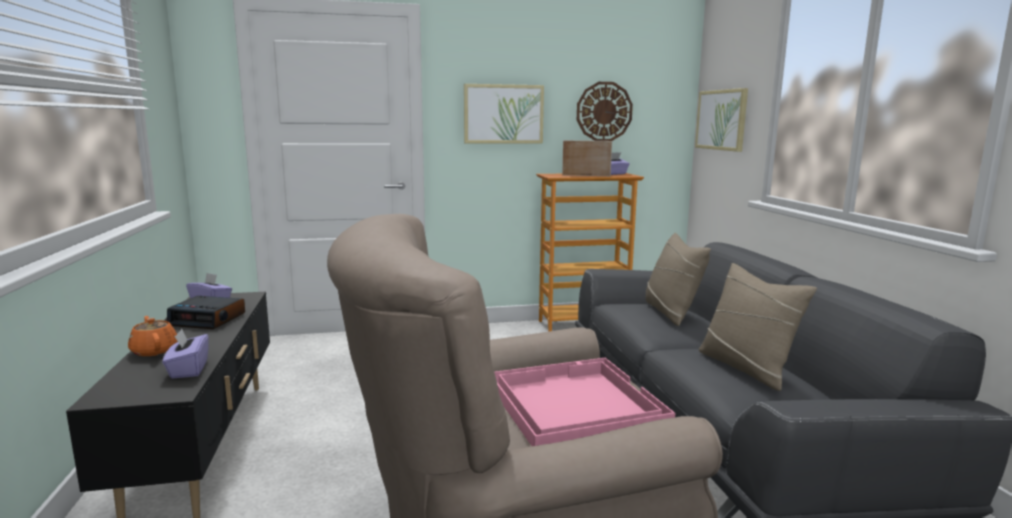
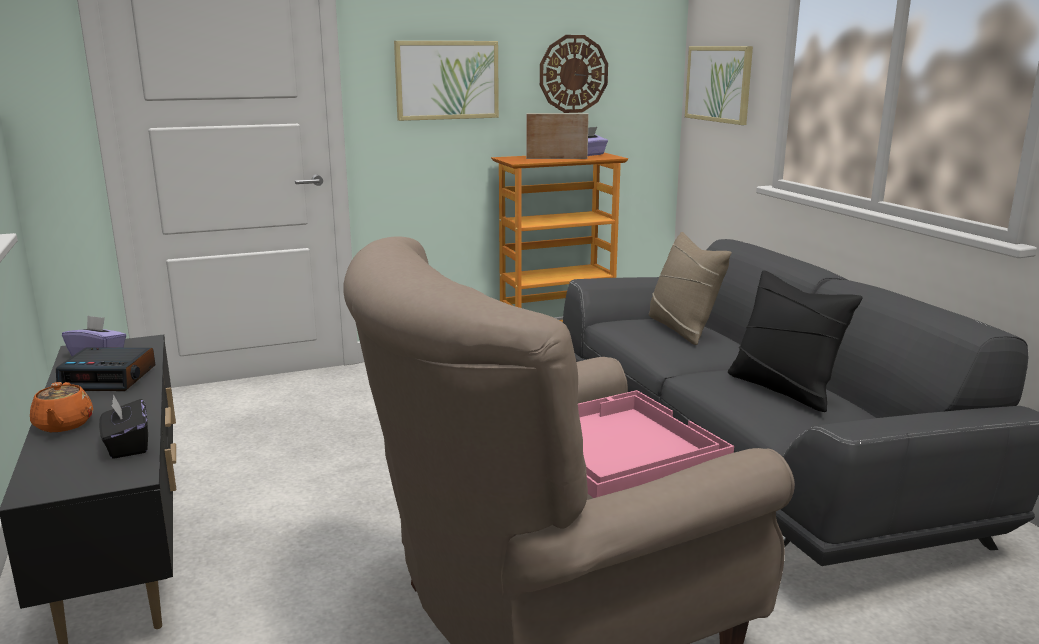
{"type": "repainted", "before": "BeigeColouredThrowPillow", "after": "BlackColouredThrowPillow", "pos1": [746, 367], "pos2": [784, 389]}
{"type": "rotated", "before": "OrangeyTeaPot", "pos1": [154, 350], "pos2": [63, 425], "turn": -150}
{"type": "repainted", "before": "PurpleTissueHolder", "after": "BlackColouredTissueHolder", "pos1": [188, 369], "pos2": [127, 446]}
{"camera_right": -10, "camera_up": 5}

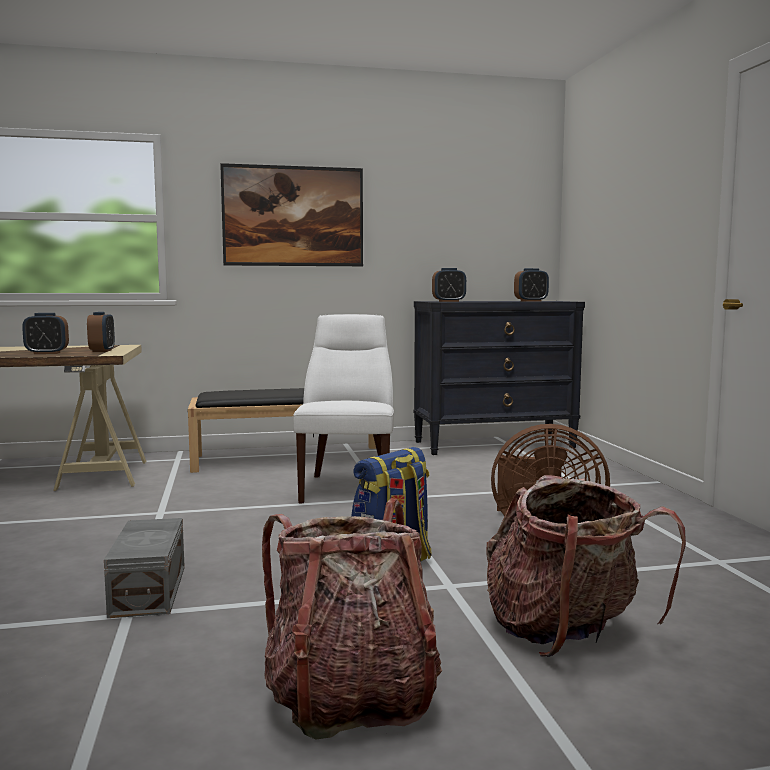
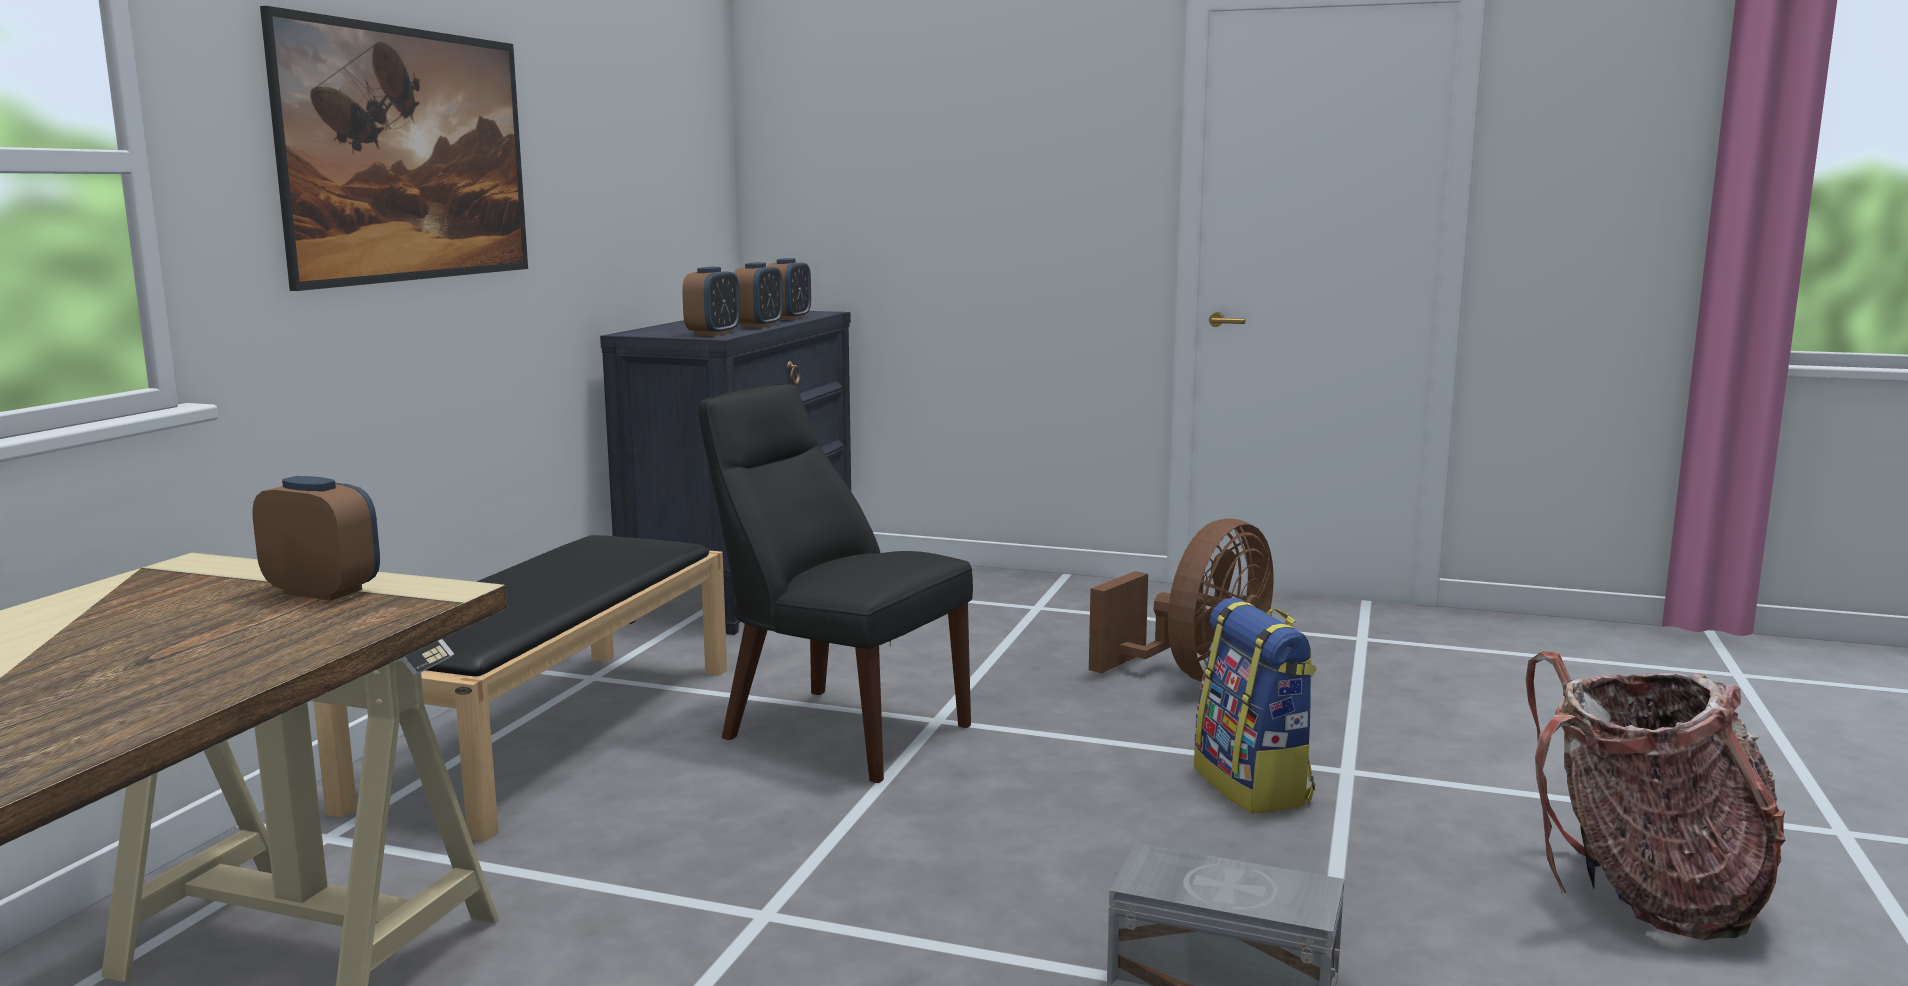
{"type": "shifted", "before": "BedsideClock", "pos1": [47, 353], "pos2": [759, 326]}
{"type": "repainted", "before": "WhiteColouredChair", "after": "BlackColouredChair", "pos1": [348, 487], "pos2": [836, 730]}
{"type": "gone", "before": "Backpack", "pos1": [566, 633]}
{"camera_right": -60, "camera_up": 5}

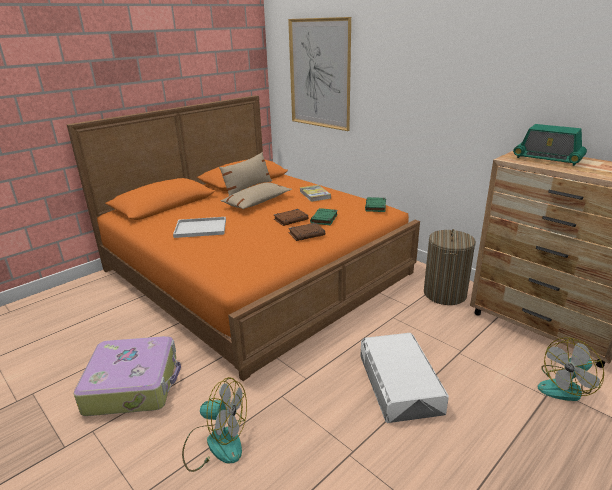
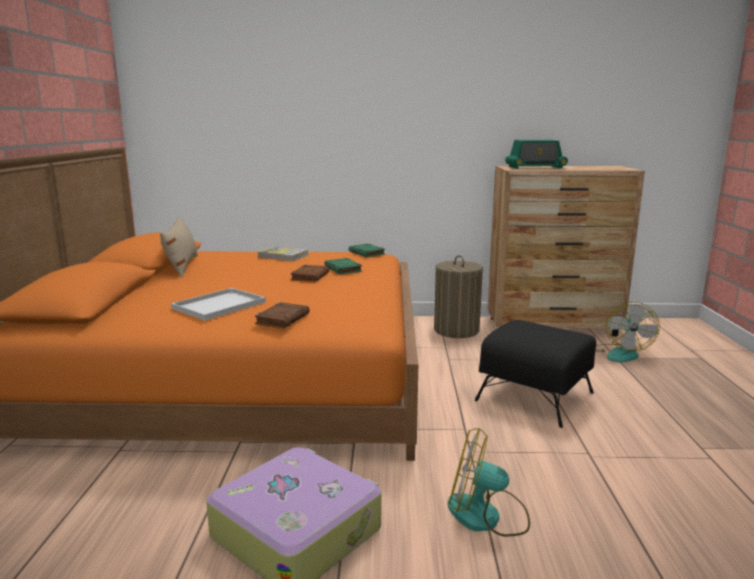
{"type": "gone", "before": "Picture", "pos1": [319, 74]}
{"type": "gone", "before": "BeigeColouredThrowPillow", "pos1": [257, 202]}
{"type": "shifted", "before": "BrownColouredBook", "pos1": [307, 234], "pos2": [282, 319]}
{"type": "swapped", "before": "WhiteColouredStorageBox", "after": "BlackColouredFootrest", "pos1": [400, 383], "pos2": [535, 397]}
{"type": "rotated", "before": "CoolingFan", "pos1": [215, 443], "pos2": [486, 516], "turn": -135}
{"camera_right": -45, "camera_up": -10}

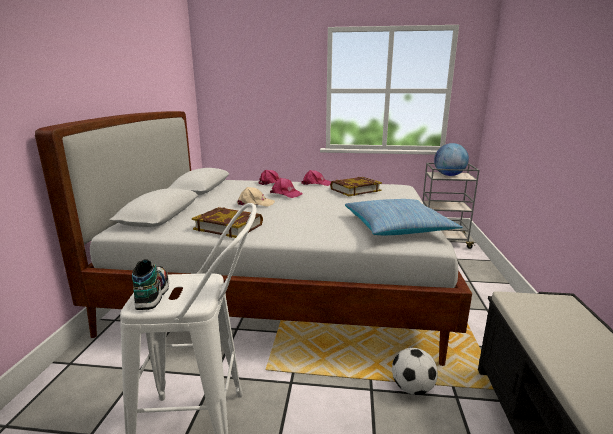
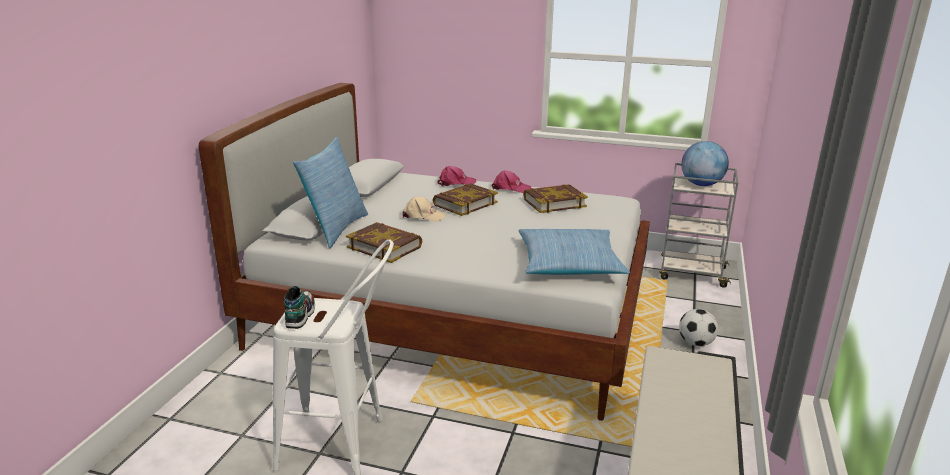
{"type": "swapped", "before": "PinkColouredCap", "after": "Book", "pos1": [286, 194], "pos2": [465, 203]}
{"type": "shifted", "before": "Football", "pos1": [412, 388], "pos2": [696, 343]}
{"type": "new", "after": "ThrowPillow", "pos2": [335, 229]}
{"camera_right": 10, "camera_up": 5}

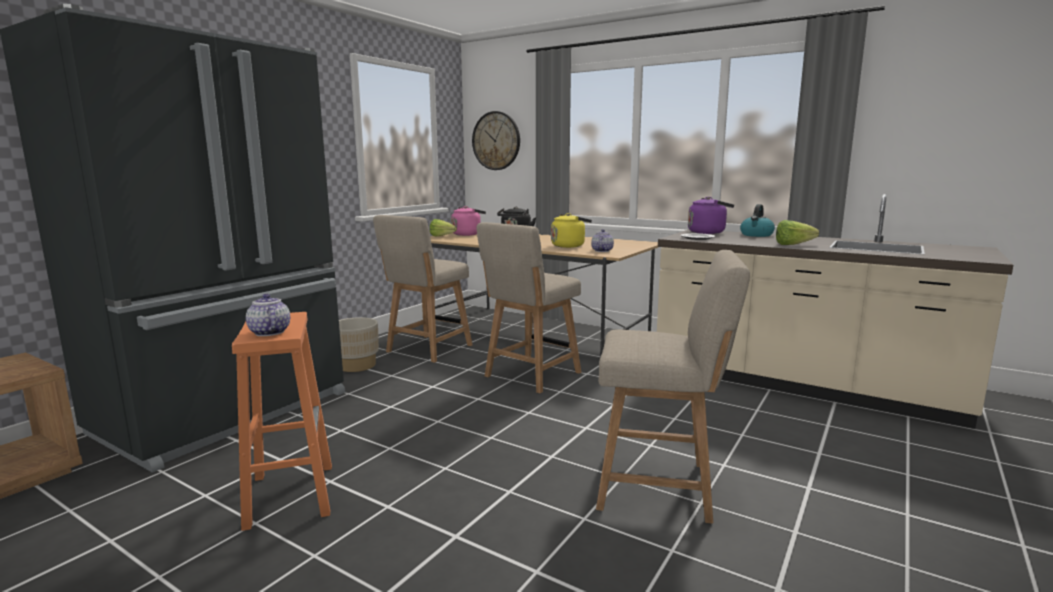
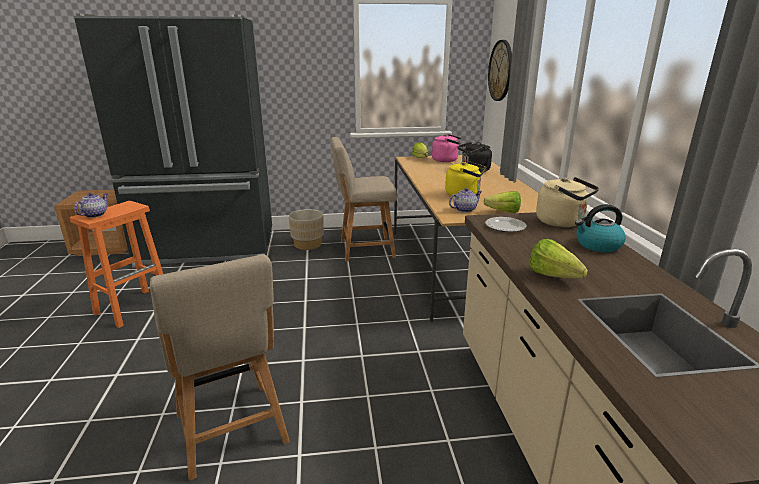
{"type": "repainted", "before": "PurpleTeaKettle", "after": "BeigeColouredTeaKettle", "pos1": [708, 232], "pos2": [562, 222]}
{"type": "gone", "before": "BeigeColouredChair", "pos1": [530, 376]}
{"type": "new", "after": "LettuceHead", "pos2": [500, 212]}
{"camera_right": 50, "camera_up": 10}

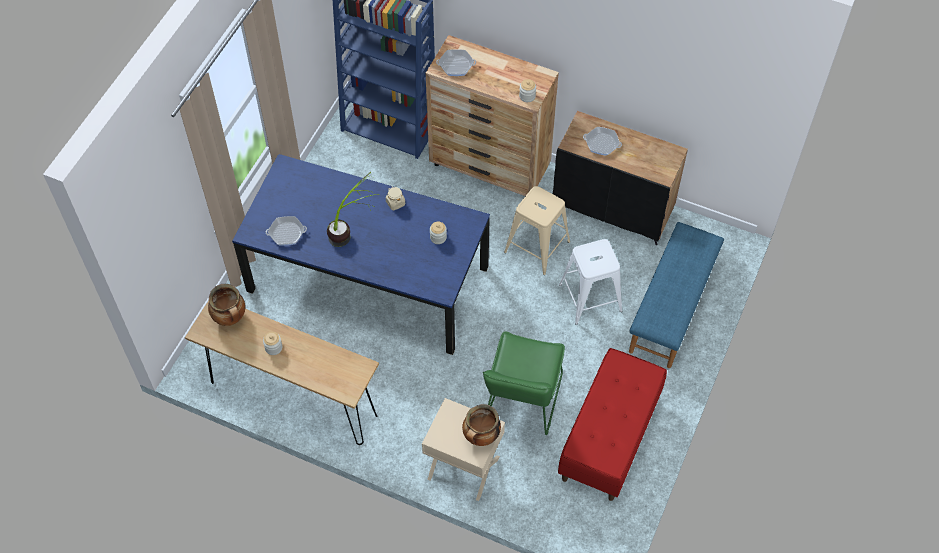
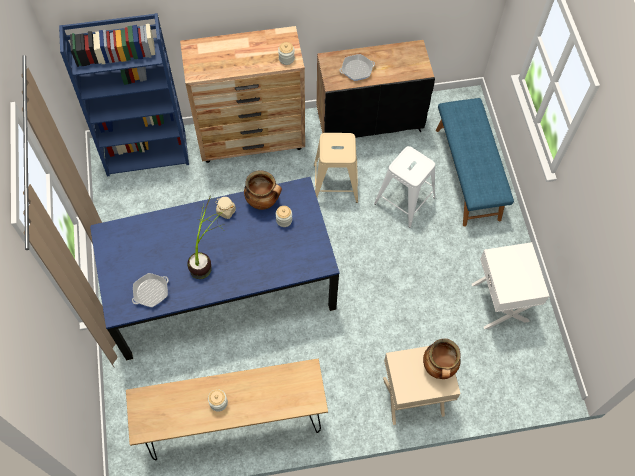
{"type": "gone", "before": "FryingPan", "pos1": [456, 65]}
{"type": "shifted", "before": "Saucepot", "pos1": [230, 318], "pos2": [263, 201]}
{"type": "gone", "before": "GreenChair", "pos1": [521, 402]}
{"type": "swapped", "before": "RedIndoorBench", "after": "WhiteColouredNightTable", "pos1": [609, 438], "pos2": [501, 302]}
{"camera_right": -35, "camera_up": 5}

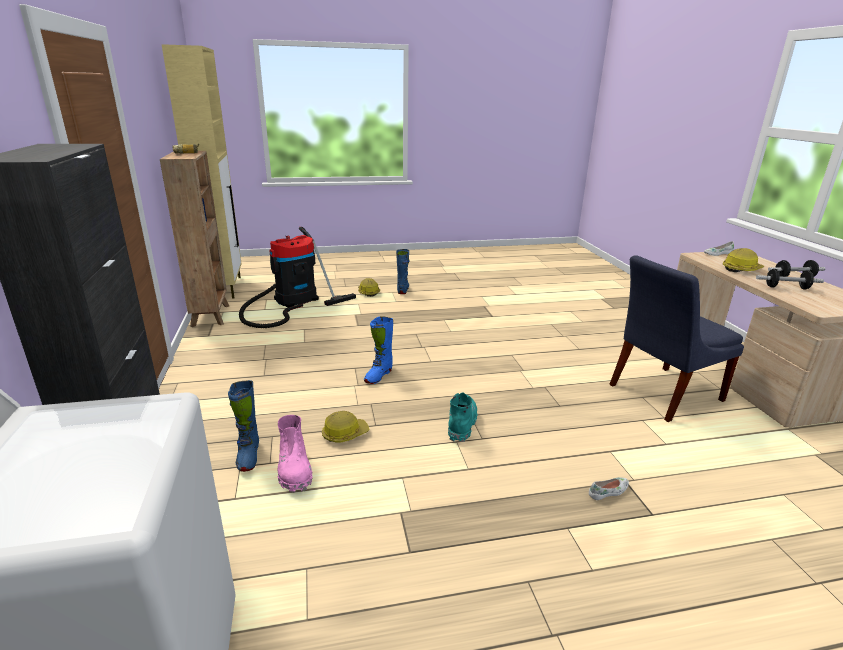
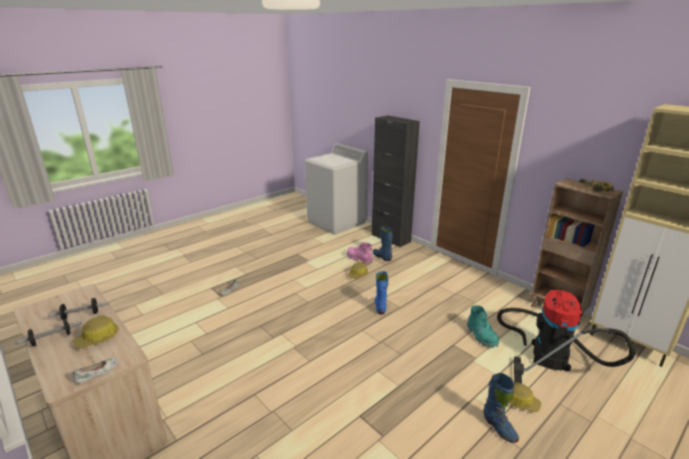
{"type": "gone", "before": "BluishChair", "pos1": [661, 393]}
{"type": "shifted", "before": "TurquoiseColouredTallBoot", "pos1": [461, 423], "pos2": [481, 336]}
{"camera_right": 150, "camera_up": 0}

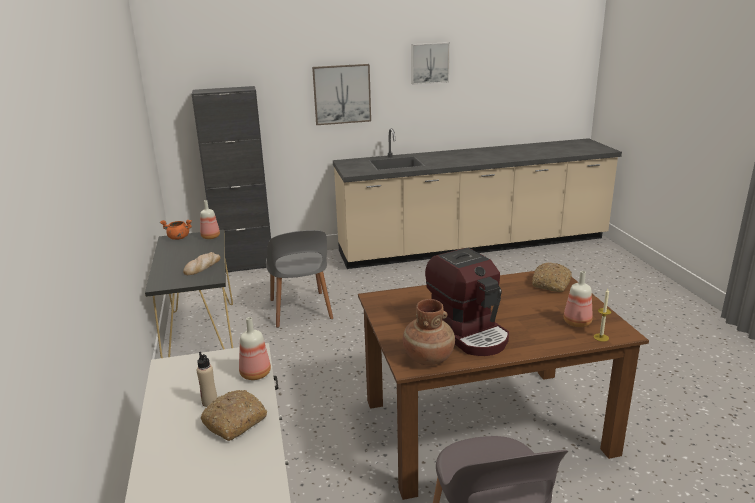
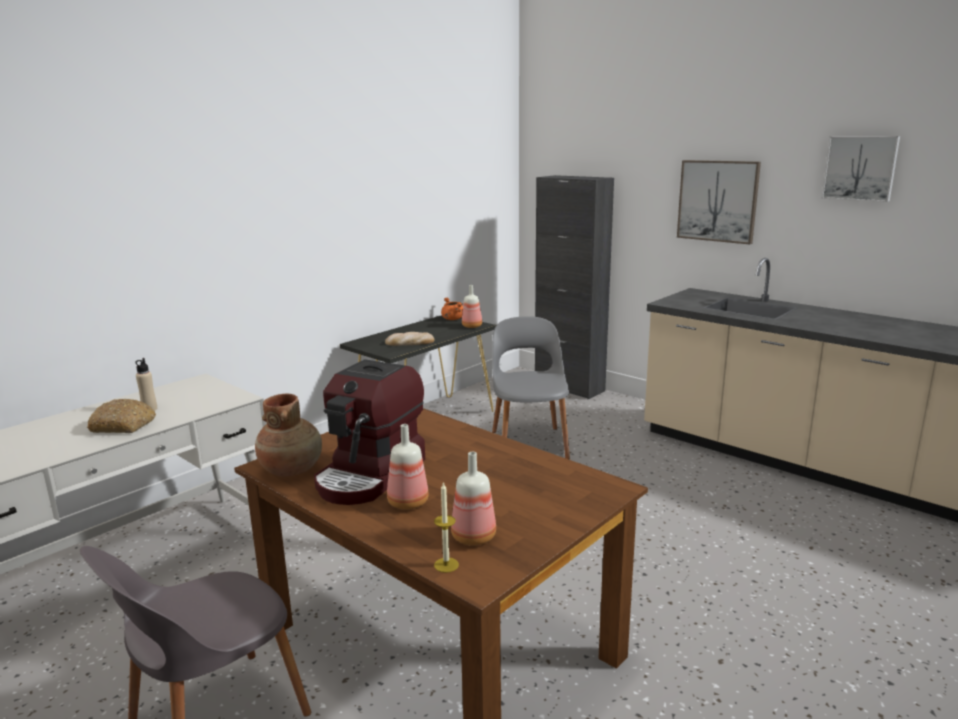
{"type": "rotated", "before": "GreyChair", "pos1": [300, 310], "pos2": [529, 443], "turn": 135}
{"type": "gone", "before": "Bread", "pos1": [551, 284]}
{"type": "shifted", "before": "DrinkBottle", "pos1": [255, 374], "pos2": [407, 503]}
{"camera_right": 55, "camera_up": -5}

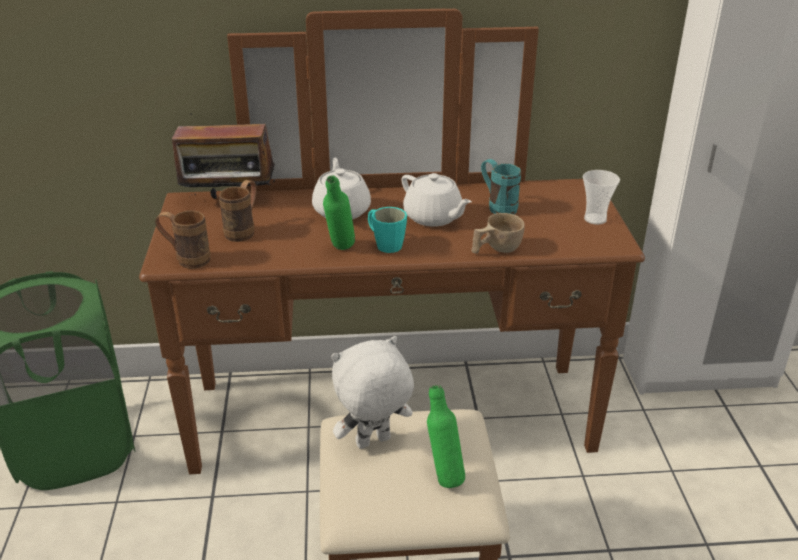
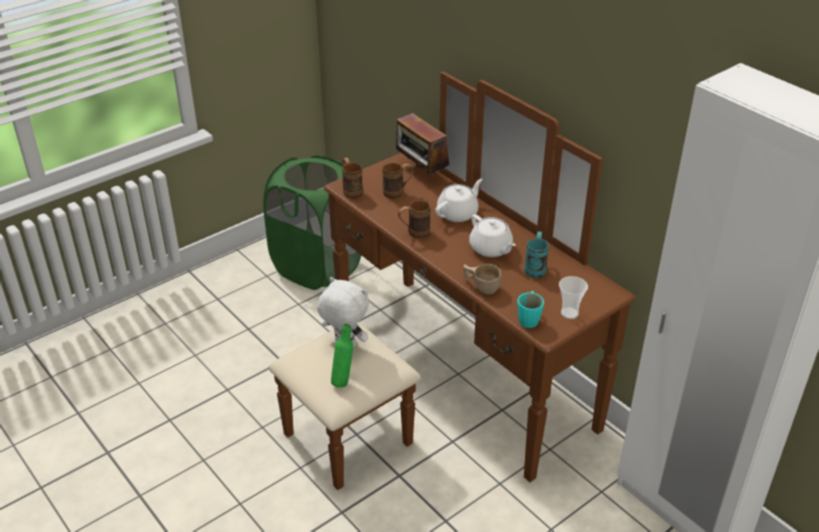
{"type": "rotated", "before": "WhiteColouredTeaPot", "pos1": [433, 217], "pos2": [491, 249], "turn": -45}
{"type": "swapped", "before": "GreenDrinkBottle", "after": "BrownColouredCoffeeMug", "pos1": [340, 251], "pos2": [414, 233]}
{"type": "shifted", "before": "TurquoiseColouredCoffeeMug", "pos1": [385, 244], "pos2": [529, 318]}
{"camera_right": 55, "camera_up": 5}

